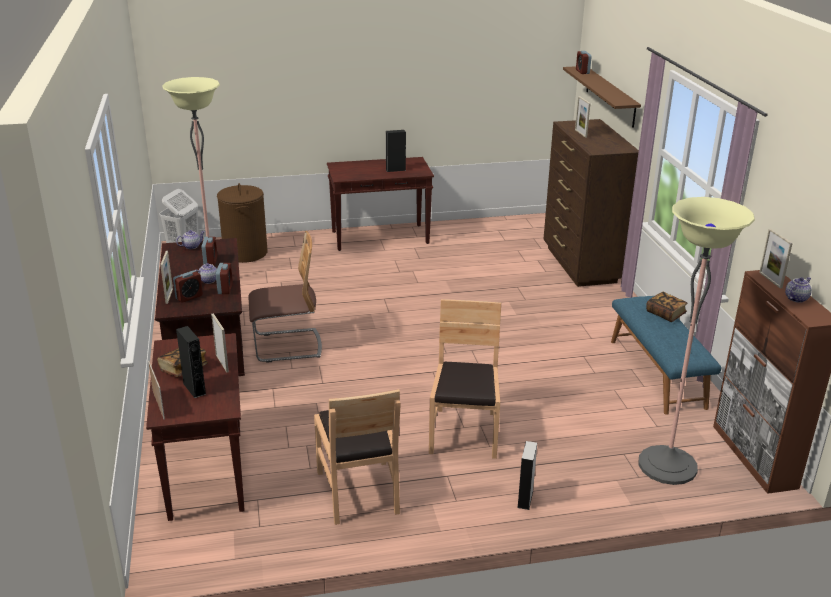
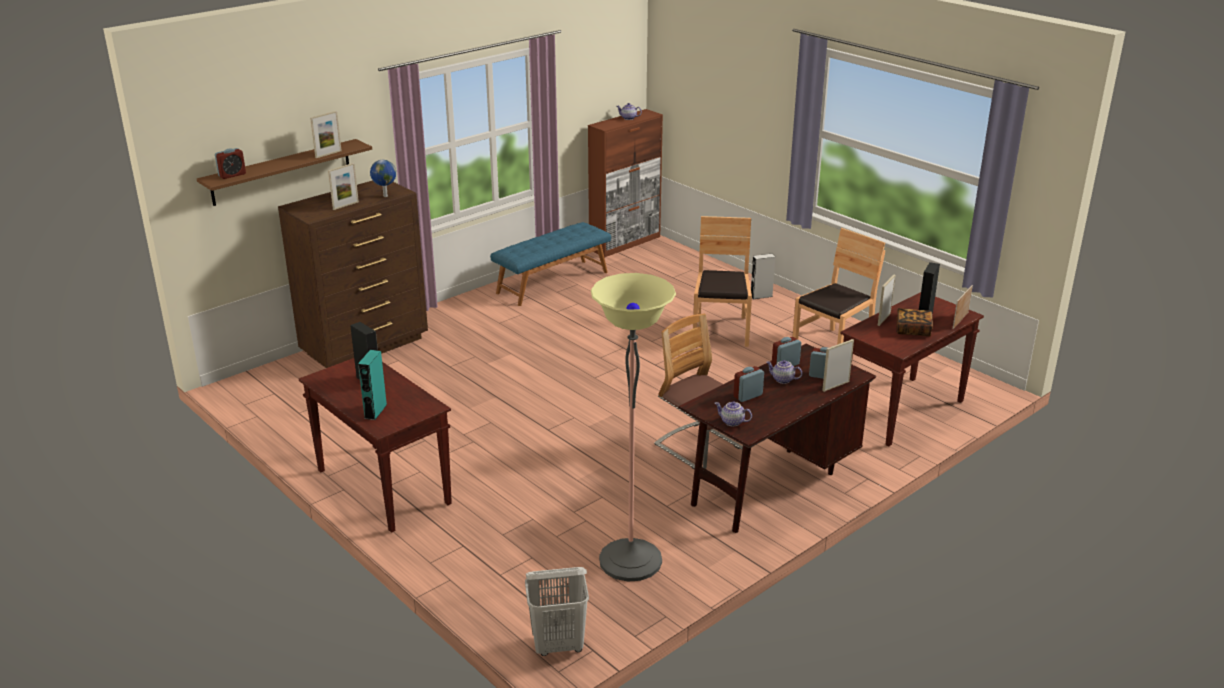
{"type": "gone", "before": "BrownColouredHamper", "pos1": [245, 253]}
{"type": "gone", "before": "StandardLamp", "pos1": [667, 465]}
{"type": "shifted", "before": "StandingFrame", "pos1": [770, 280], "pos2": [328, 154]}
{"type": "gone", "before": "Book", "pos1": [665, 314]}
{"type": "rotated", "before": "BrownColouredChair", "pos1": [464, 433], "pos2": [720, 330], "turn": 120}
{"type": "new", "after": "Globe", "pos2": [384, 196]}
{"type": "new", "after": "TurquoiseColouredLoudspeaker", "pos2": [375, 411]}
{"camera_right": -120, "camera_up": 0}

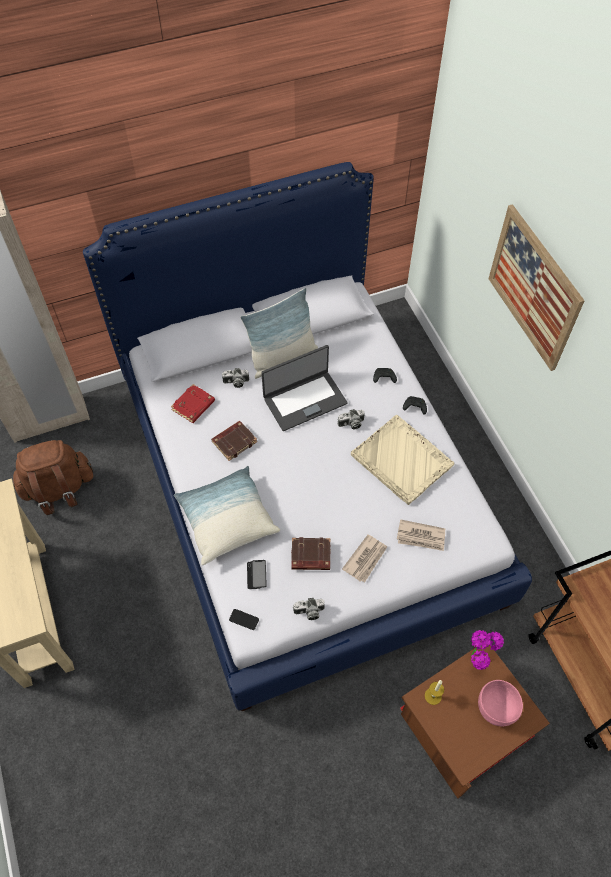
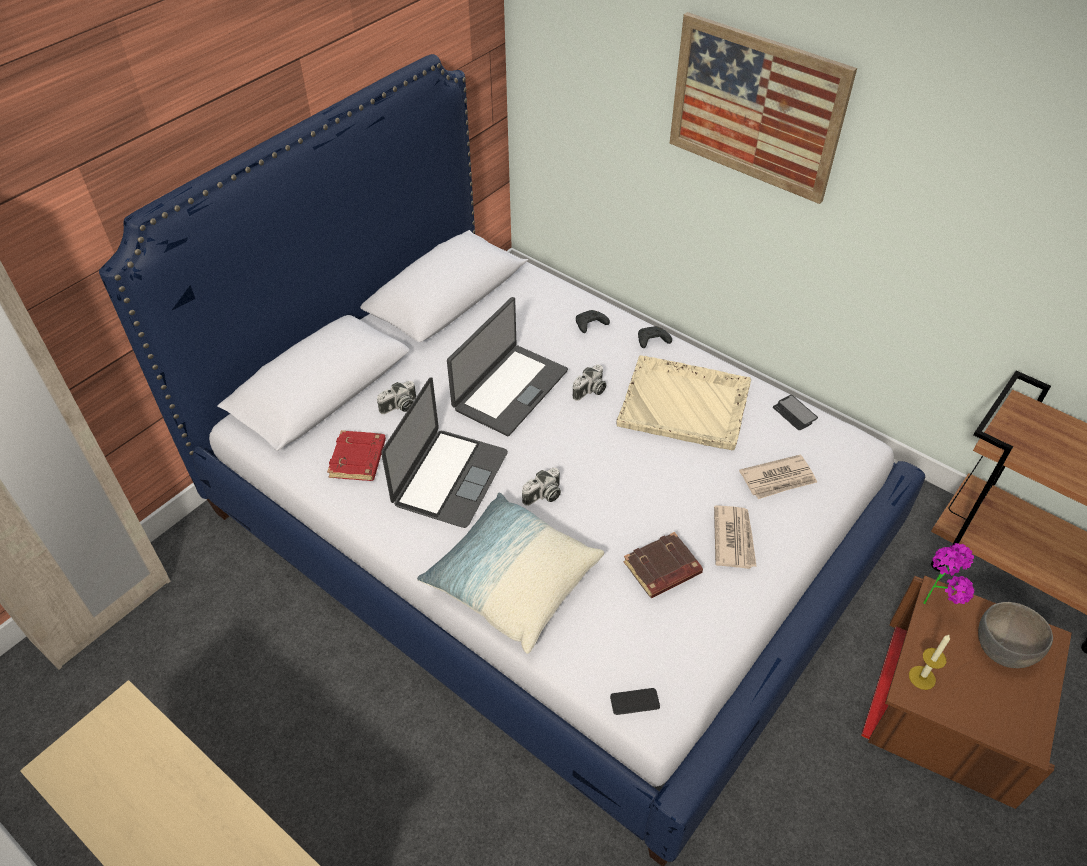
{"type": "gone", "before": "ThrowPillow", "pos1": [282, 357]}
{"type": "swapped", "before": "BrownColouredBook", "after": "NotebookComputer", "pos1": [234, 441], "pos2": [450, 478]}
{"type": "gone", "before": "BrownColouredBackpack", "pos1": [58, 489]}
{"type": "shifted", "before": "Phone", "pos1": [256, 575], "pos2": [794, 413]}
{"type": "shifted", "before": "StillCamera", "pos1": [309, 612], "pos2": [543, 496]}
{"type": "repainted", "before": "PinkColouredDeepDish", "after": "GreyDeepDish", "pos1": [496, 709], "pos2": [1003, 651]}
{"camera_right": -30, "camera_up": -10}

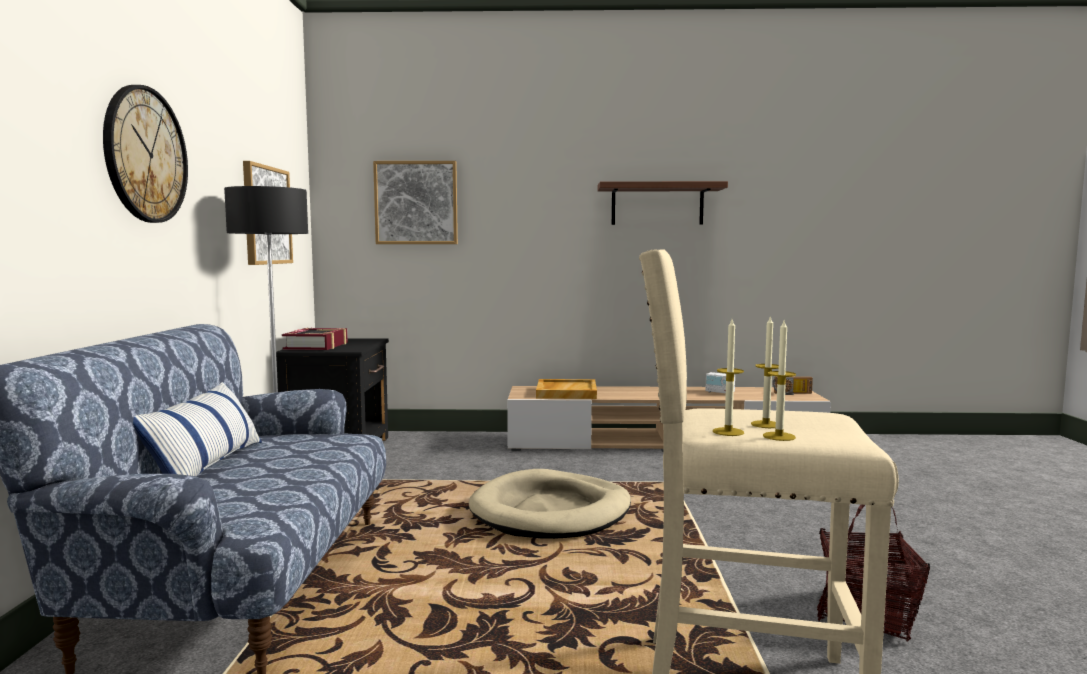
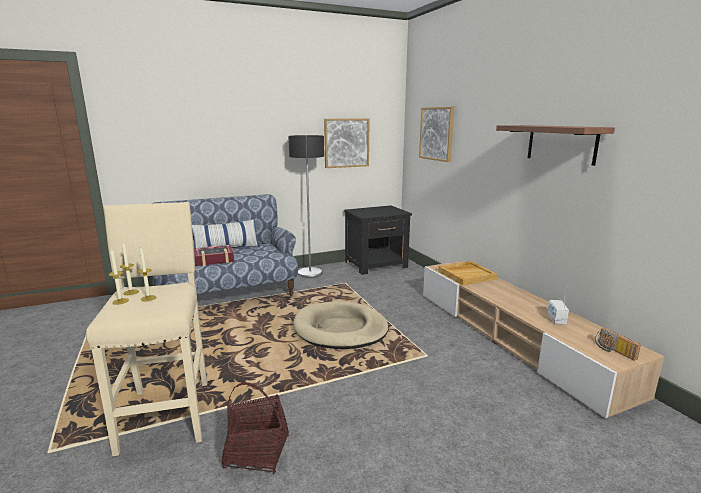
{"type": "gone", "before": "WallClock", "pos1": [145, 155]}
{"type": "shifted", "before": "Book", "pos1": [317, 346], "pos2": [214, 259]}
{"camera_right": 65, "camera_up": 10}

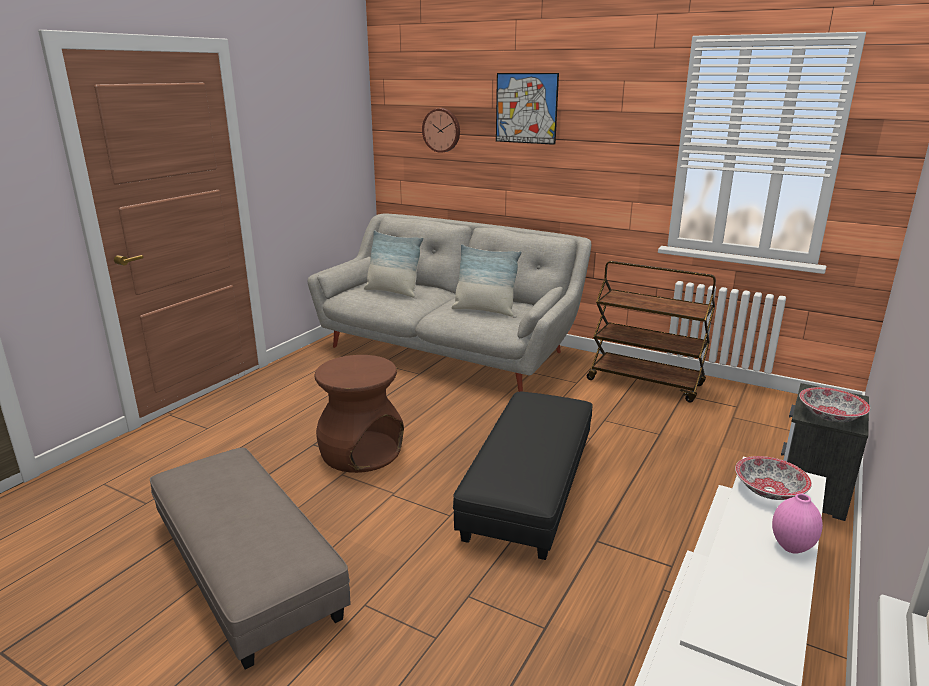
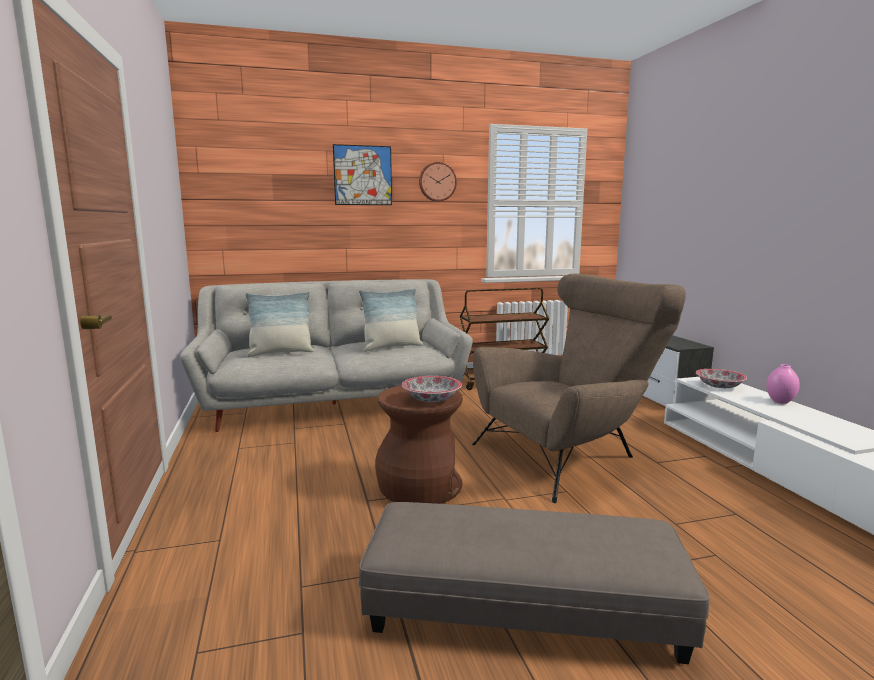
{"type": "shifted", "before": "WallClock", "pos1": [442, 130], "pos2": [437, 182]}
{"type": "shifted", "before": "DeepDish", "pos1": [830, 416], "pos2": [431, 399]}
{"type": "swapped", "before": "BlackColouredFootrest", "after": "BrownColouredLoungeChair", "pos1": [529, 487], "pos2": [569, 454]}
{"camera_right": -45, "camera_up": -10}

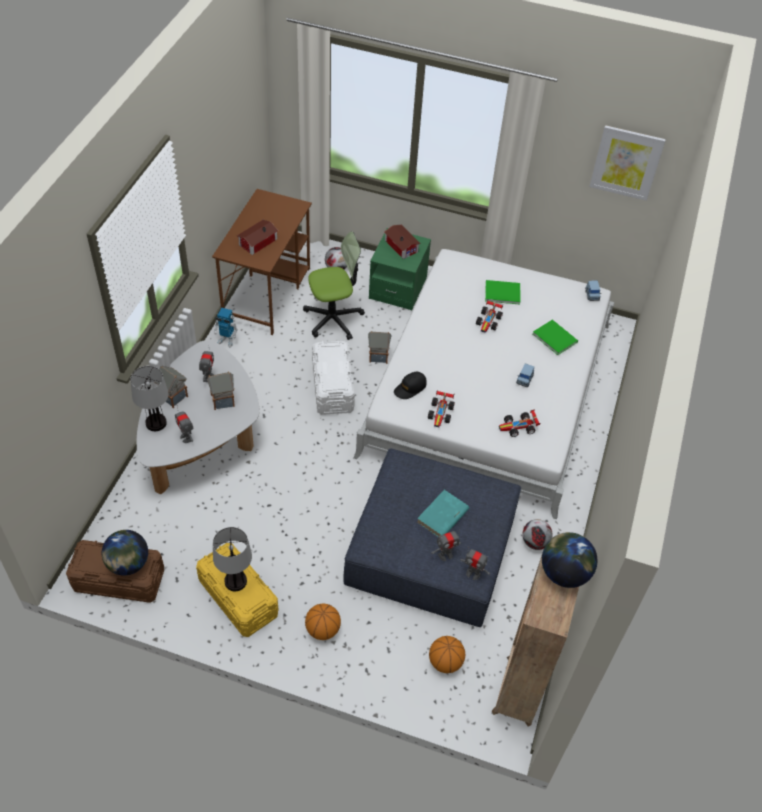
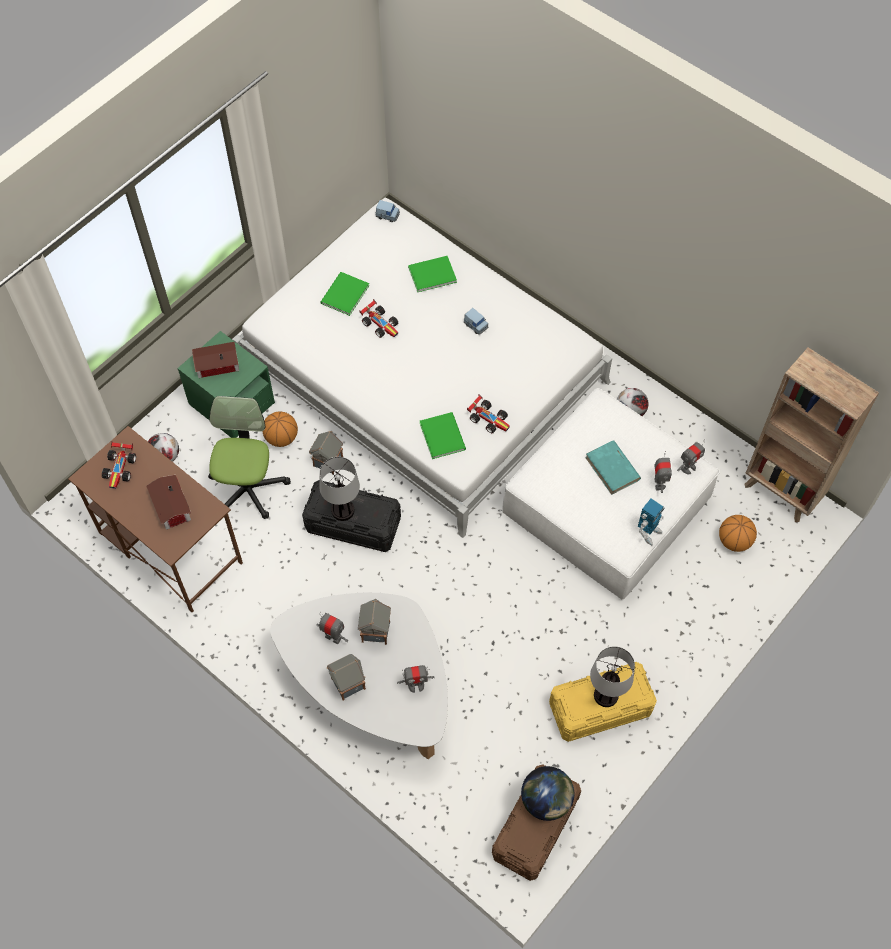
{"type": "gone", "before": "Picture", "pos1": [626, 162]}
{"type": "shifted", "before": "ToyRobot", "pos1": [226, 340], "pos2": [648, 532]}
{"type": "repainted", "before": "WhiteColouredStorageBox", "after": "BlackColouredStorageBox", "pos1": [333, 386], "pos2": [353, 524]}
{"type": "shifted", "before": "TableLamp", "pos1": [156, 423], "pos2": [343, 510]}
{"type": "swapped", "before": "BlackColouredCap", "after": "GreenBook", "pos1": [410, 388], "pos2": [443, 435]}
{"type": "shifted", "before": "ModelCar", "pos1": [518, 427], "pos2": [120, 468]}
{"type": "repainted", "before": "BluishFootrest", "after": "WhiteColouredFootrest", "pos1": [431, 550], "pos2": [606, 506]}
{"type": "gone", "before": "Globe", "pos1": [564, 573]}
{"type": "shifted", "before": "BallForBasketball", "pos1": [323, 629], "pos2": [281, 438]}
{"camera_right": -65, "camera_up": 10}

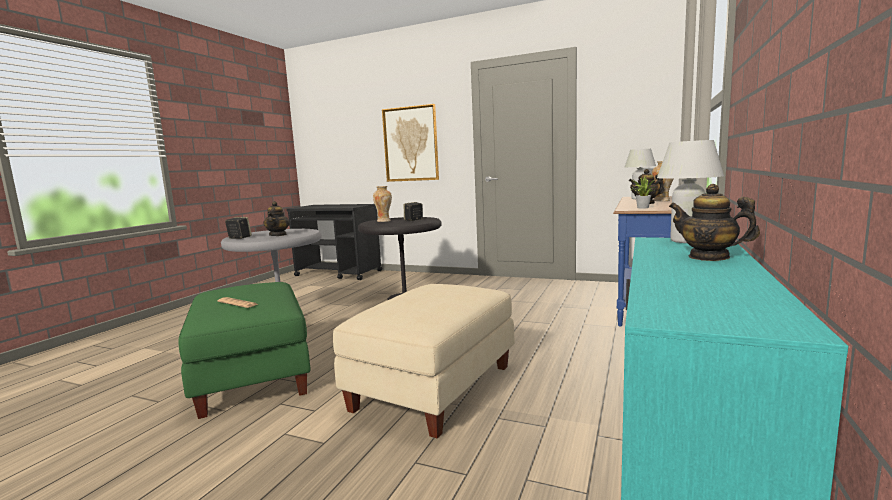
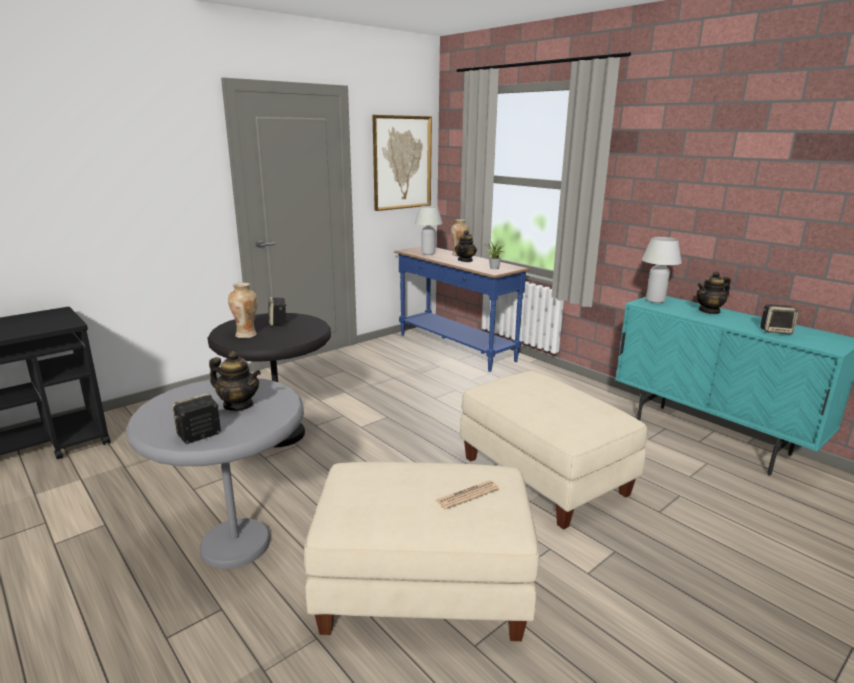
{"type": "shifted", "before": "Picture", "pos1": [411, 144], "pos2": [402, 162]}
{"type": "repainted", "before": "GreenFootrest", "after": "BeigeColouredFootrest", "pos1": [254, 376], "pos2": [424, 587]}
{"type": "new", "after": "Loudspeaker", "pos2": [776, 331]}
{"camera_right": -65, "camera_up": 10}

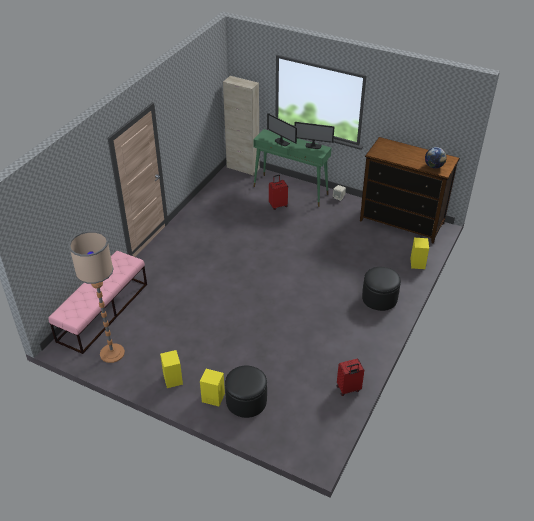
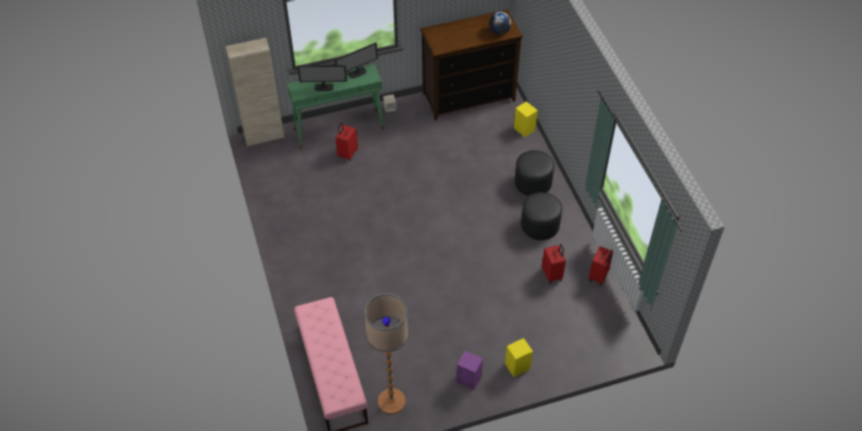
{"type": "repainted", "before": "YellowishLoudspeaker", "after": "PurpleLoudspeaker", "pos1": [173, 380], "pos2": [469, 379]}
{"type": "shifted", "before": "BlackColouredFootrest", "pos1": [246, 401], "pos2": [540, 225]}
{"type": "new", "after": "RedPieceOfLuggage", "pos2": [552, 274]}
{"camera_right": -45, "camera_up": 10}

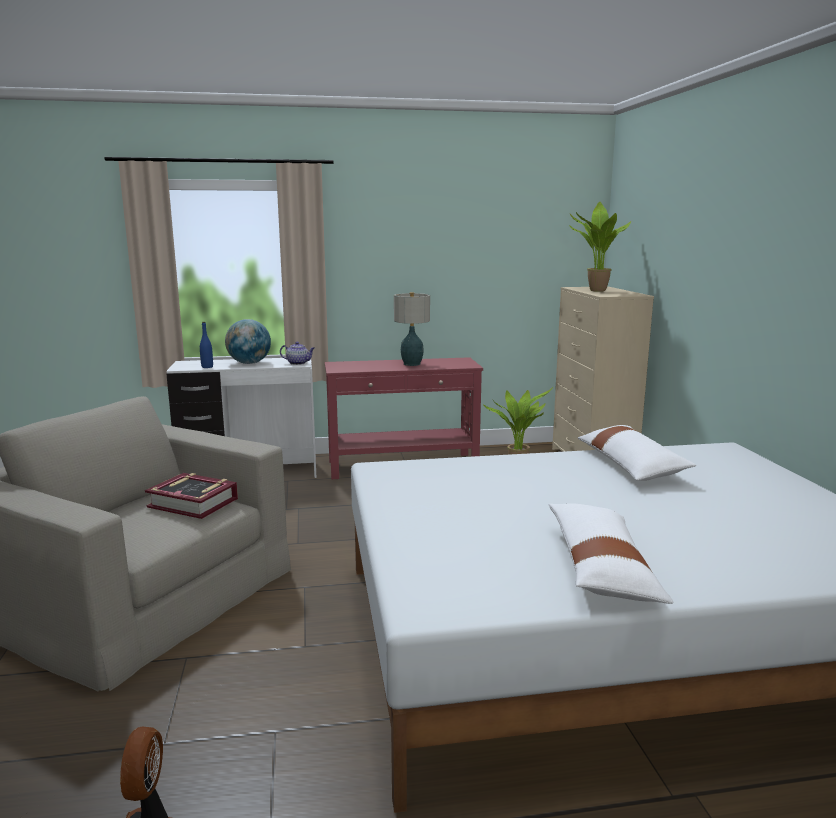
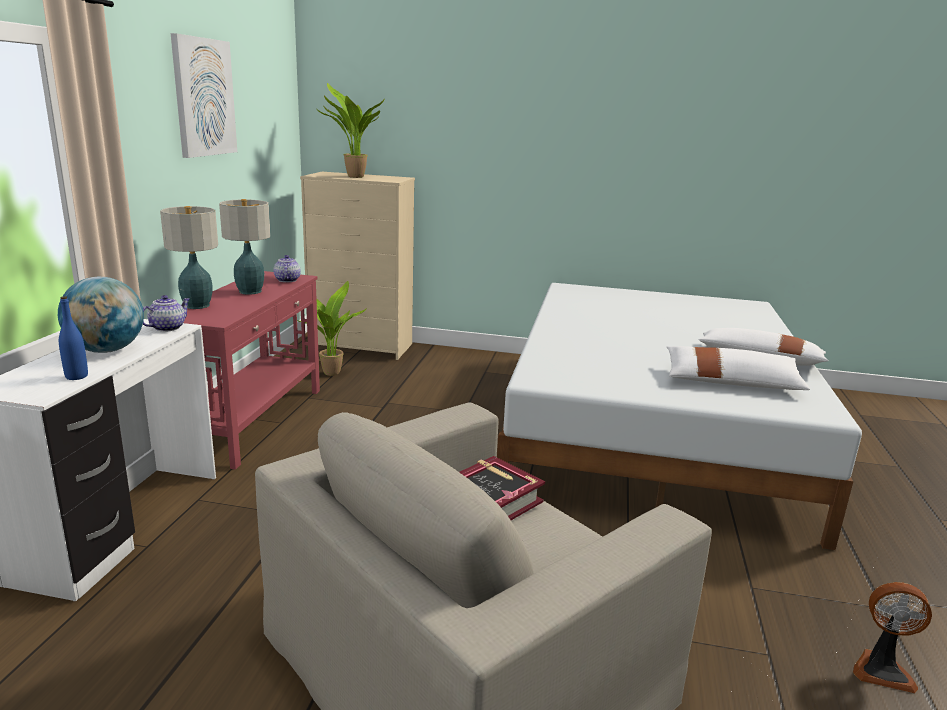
{"type": "shifted", "before": "WhiteColouredThrowPillow", "pos1": [630, 465], "pos2": [731, 381]}
{"type": "new", "after": "Picture", "pos2": [203, 97]}
{"type": "new", "after": "TableLamp", "pos2": [197, 305]}
{"type": "new", "after": "TeaPot", "pos2": [287, 280]}
{"camera_right": -70, "camera_up": 5}

